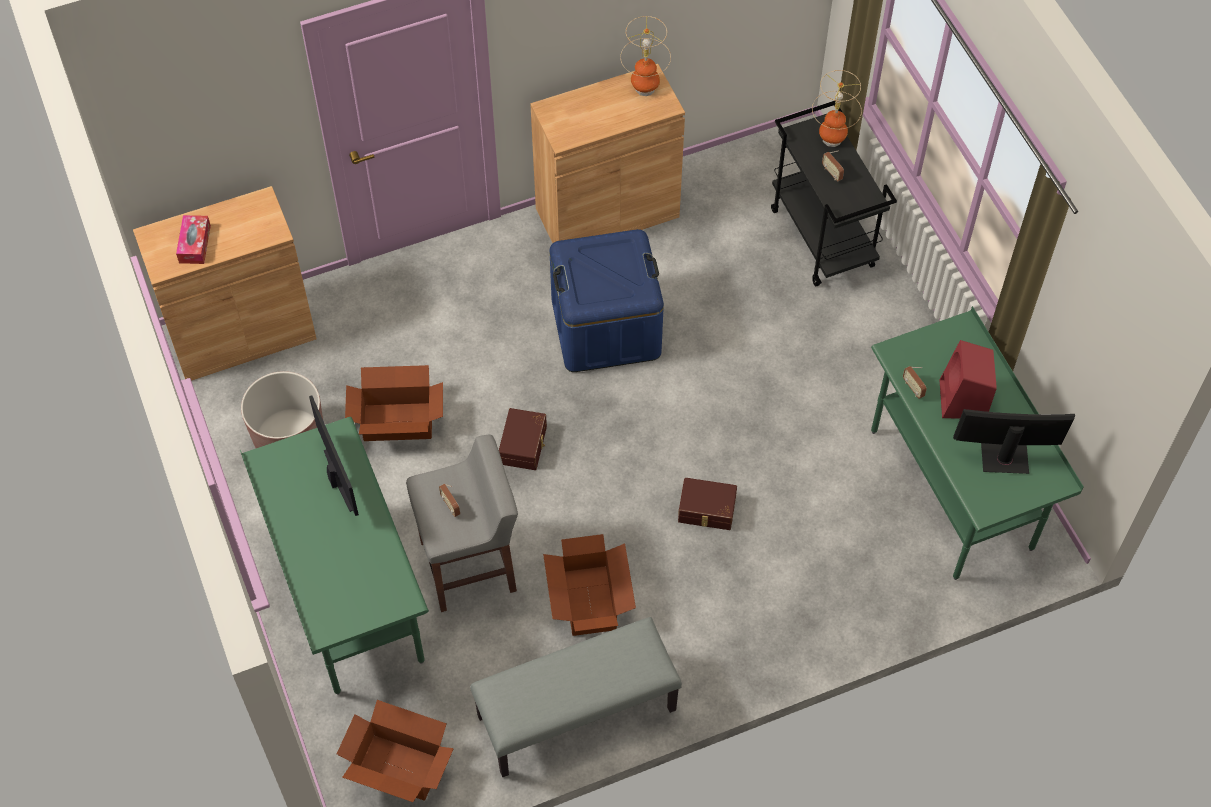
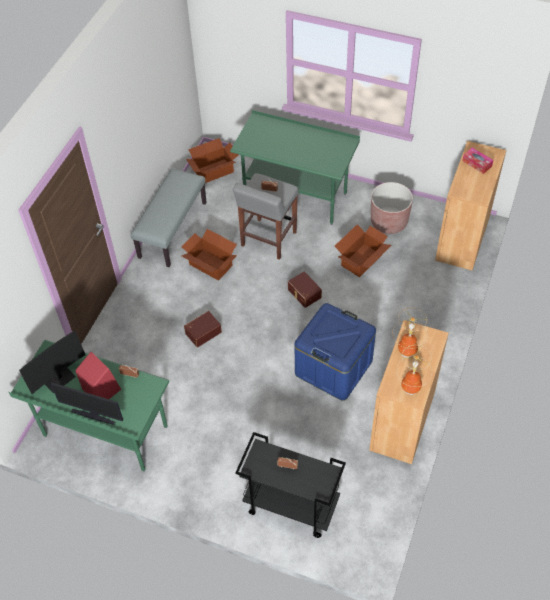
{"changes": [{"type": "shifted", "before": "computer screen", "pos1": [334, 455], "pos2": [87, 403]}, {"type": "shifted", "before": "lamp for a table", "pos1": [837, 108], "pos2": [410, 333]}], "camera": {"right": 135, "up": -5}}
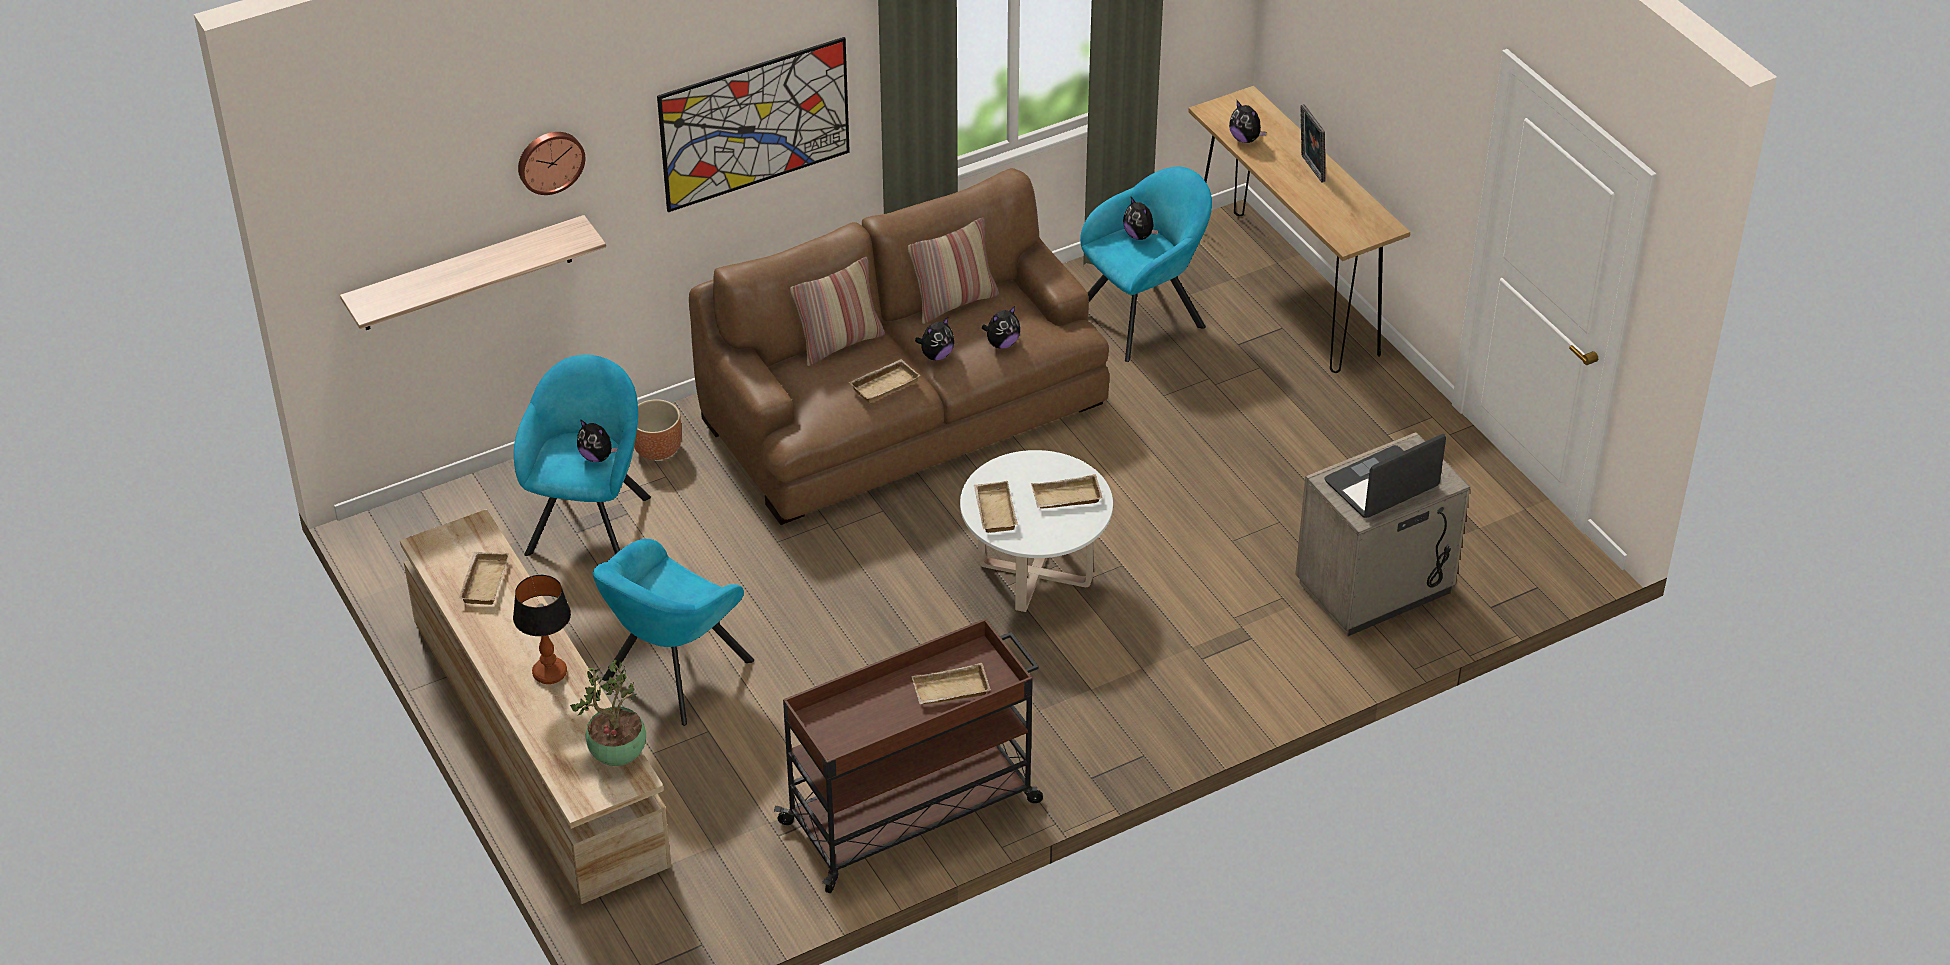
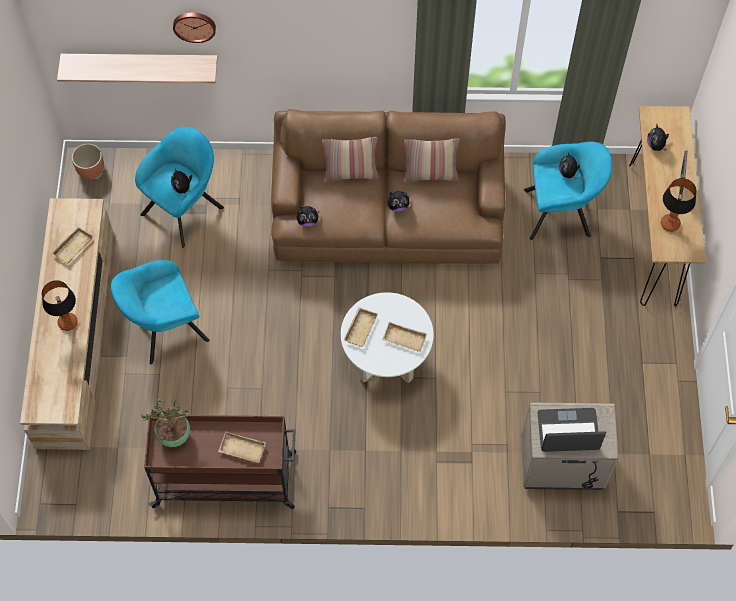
{"changes": [{"type": "shifted", "before": "planter in brownish", "pos1": [657, 429], "pos2": [88, 161]}, {"type": "shifted", "before": "plant in a pot", "pos1": [608, 713], "pos2": [166, 423]}, {"type": "shifted", "before": "plush toy", "pos1": [1001, 327], "pos2": [307, 216]}, {"type": "new", "after": "lamp for a table", "pos2": [679, 205]}, {"type": "gone", "before": "picture", "pos1": [753, 124]}, {"type": "gone", "before": "tray in beige", "pos1": [884, 381]}], "camera": {"right": 30, "up": 20}}
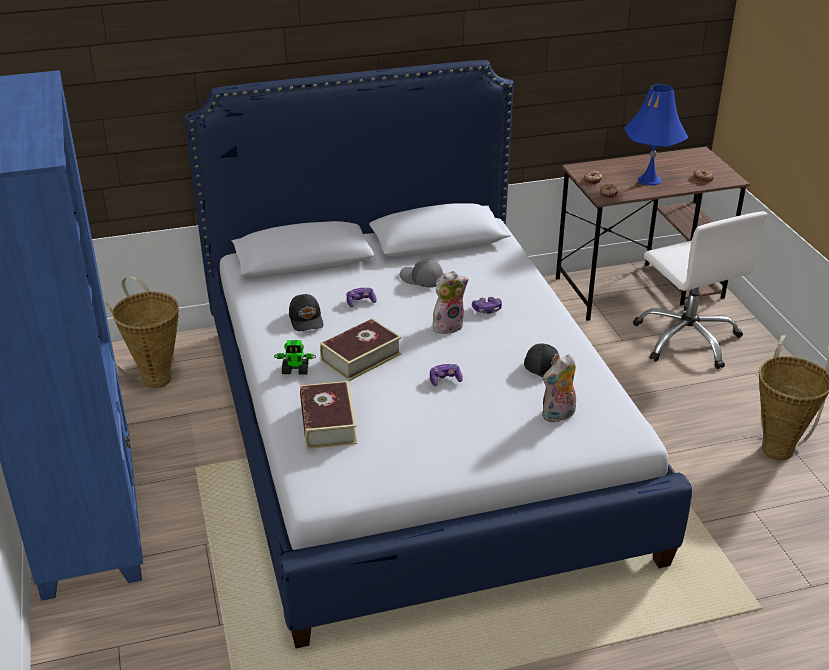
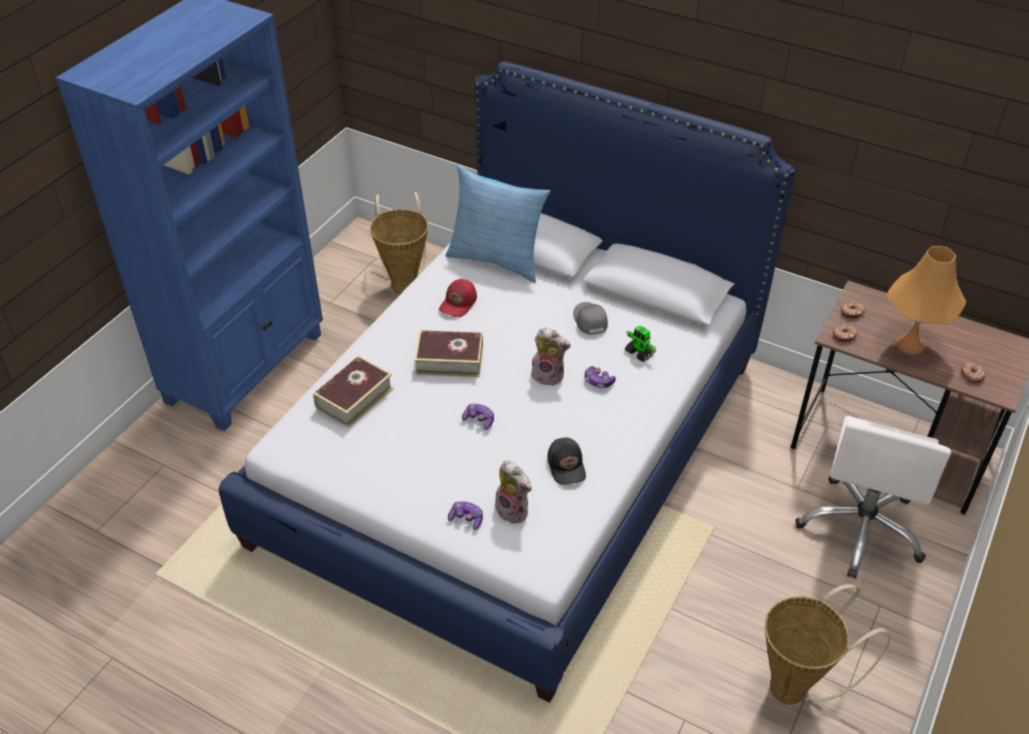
{"changes": [{"type": "repainted", "before": "cap in blackish", "after": "cap in reddish", "pos1": [306, 313], "pos2": [458, 298]}, {"type": "new", "after": "pillow", "pos2": [498, 224]}, {"type": "shifted", "before": "gamepad", "pos1": [362, 297], "pos2": [465, 515]}, {"type": "rotated", "before": "plush toy", "pos1": [559, 388], "pos2": [513, 492], "turn": -150}, {"type": "shifted", "before": "toy robot", "pos1": [295, 357], "pos2": [640, 343]}, {"type": "repainted", "before": "lamp for a table in blue", "after": "lamp for a table in orange", "pos1": [656, 135], "pos2": [926, 300]}], "camera": {"right": 45, "up": 10}}
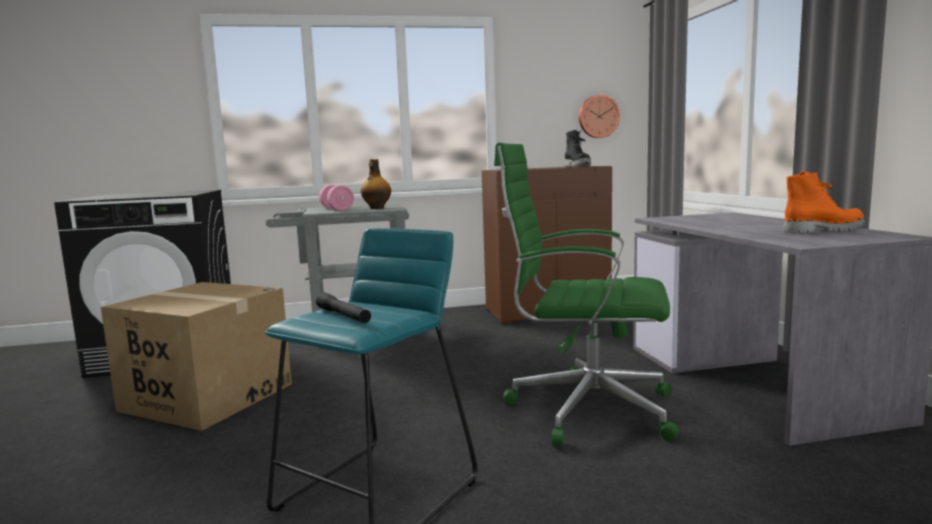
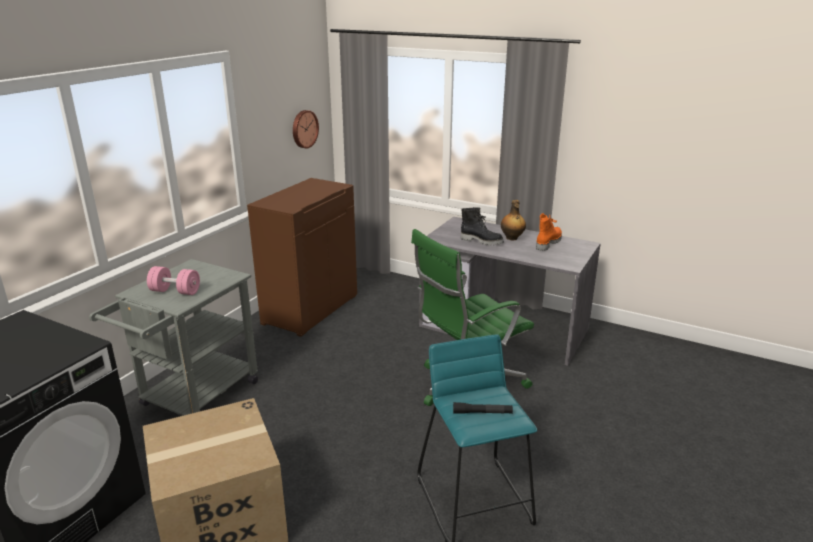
{"changes": [{"type": "shifted", "before": "tall boot in blackish", "pos1": [578, 148], "pos2": [482, 226]}, {"type": "shifted", "before": "bottle", "pos1": [375, 184], "pos2": [513, 220]}], "camera": {"right": -50, "up": 15}}
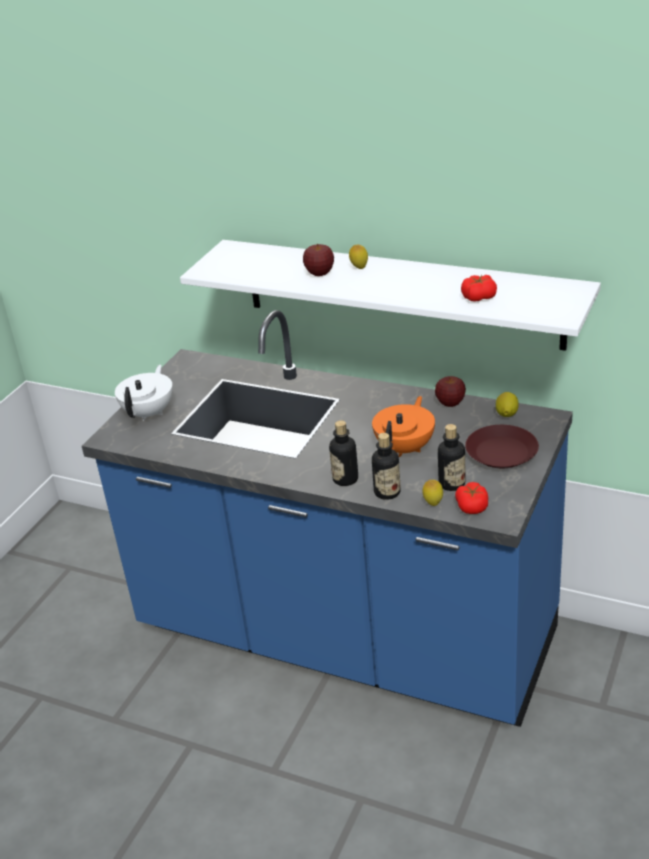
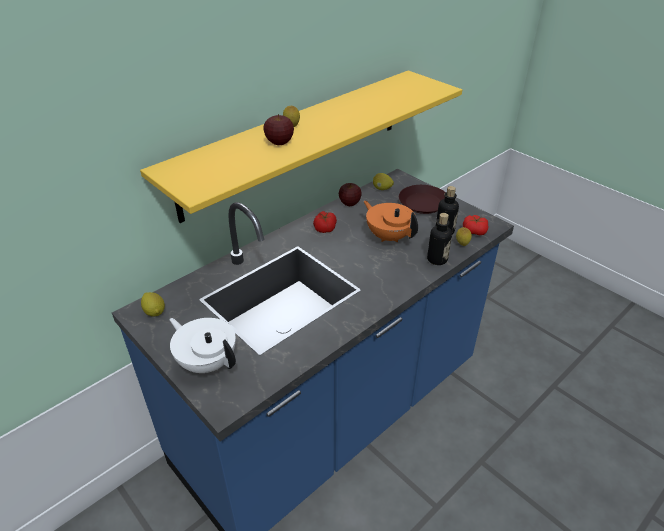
{"changes": [{"type": "repainted", "before": "wall shelf in white-coloured", "after": "wall shelf in yellow", "pos1": [390, 295], "pos2": [301, 146]}, {"type": "new", "after": "whole lemon", "pos2": [153, 304]}, {"type": "shifted", "before": "tomato", "pos1": [479, 288], "pos2": [325, 222]}, {"type": "gone", "before": "bottle", "pos1": [343, 453]}], "camera": {"right": -70, "up": 5}}
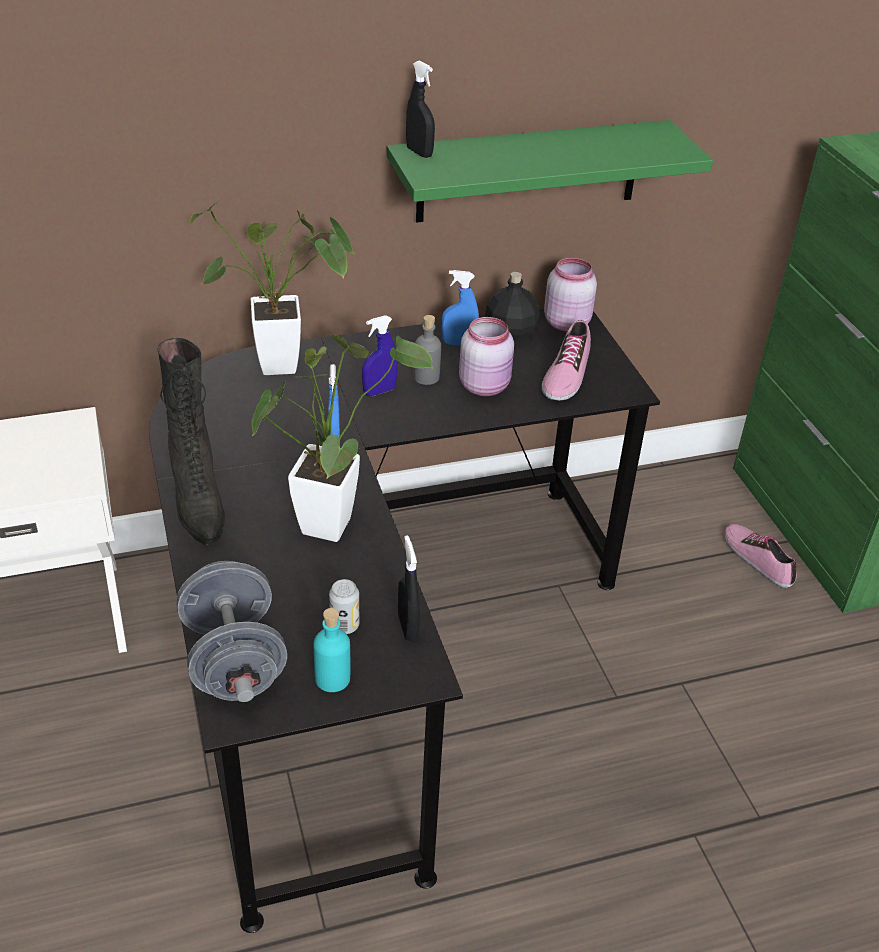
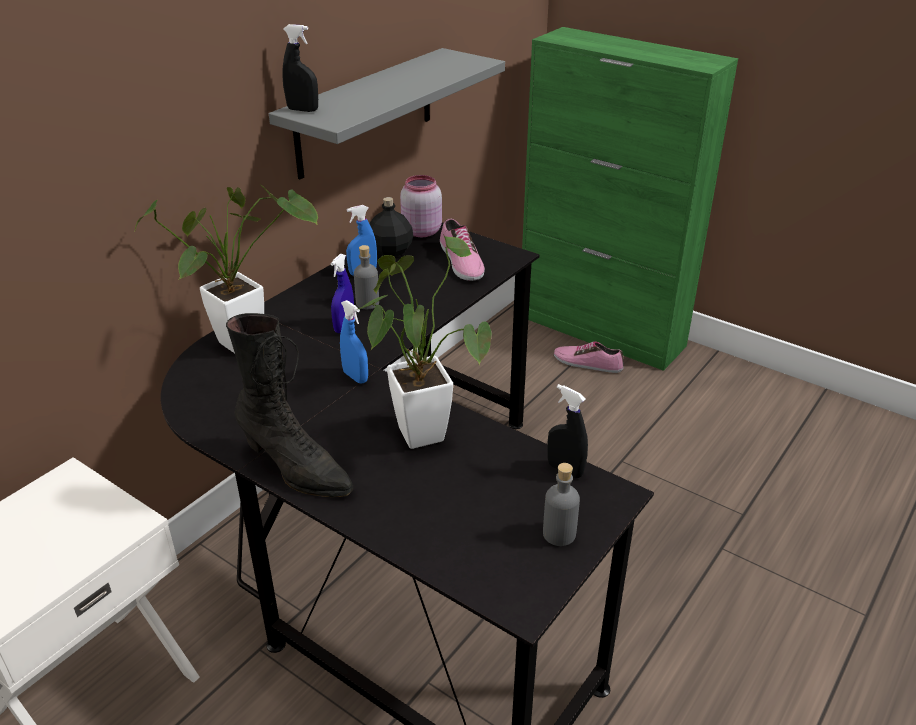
{"changes": [{"type": "repainted", "before": "wall shelf in green", "after": "wall shelf in greyish", "pos1": [550, 171], "pos2": [387, 113]}, {"type": "repainted", "before": "bottle in blue-green", "after": "bottle in greyish", "pos1": [332, 650], "pos2": [561, 504]}, {"type": "gone", "before": "dumbbell in greyish", "pos1": [232, 631]}, {"type": "gone", "before": "can", "pos1": [344, 606]}, {"type": "gone", "before": "jar in pink", "pos1": [486, 356]}], "camera": {"right": -35, "up": -5}}
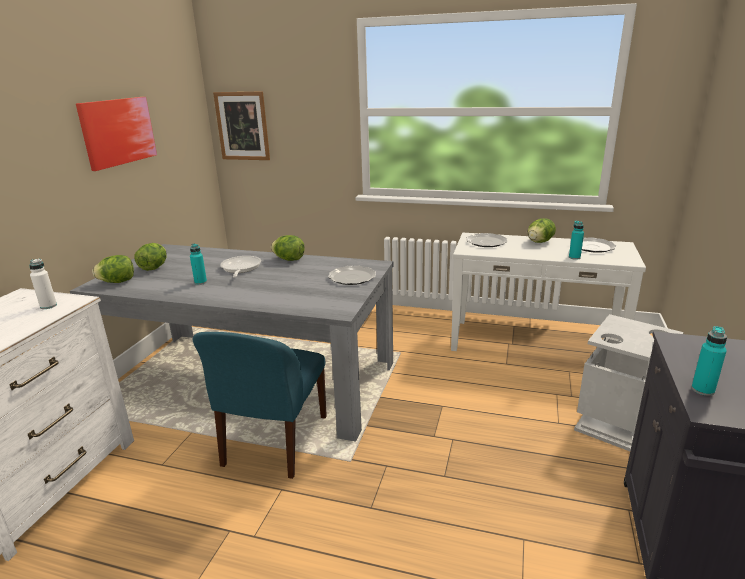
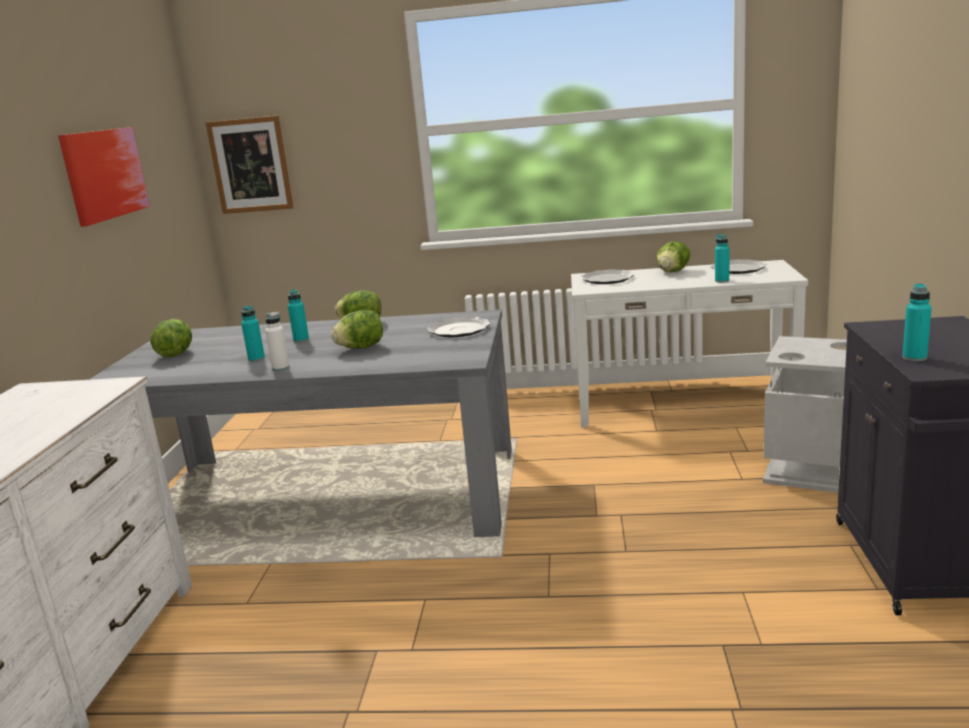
{"changes": [{"type": "shifted", "before": "bottle in white-coloured", "pos1": [43, 284], "pos2": [277, 341]}, {"type": "swapped", "before": "skillet", "after": "bottle in blue-green", "pos1": [240, 266], "pos2": [298, 316]}, {"type": "shifted", "before": "head of lettuce", "pos1": [113, 269], "pos2": [357, 329]}, {"type": "gone", "before": "plain chair in blue", "pos1": [260, 405]}], "camera": {"right": -10, "up": -5}}
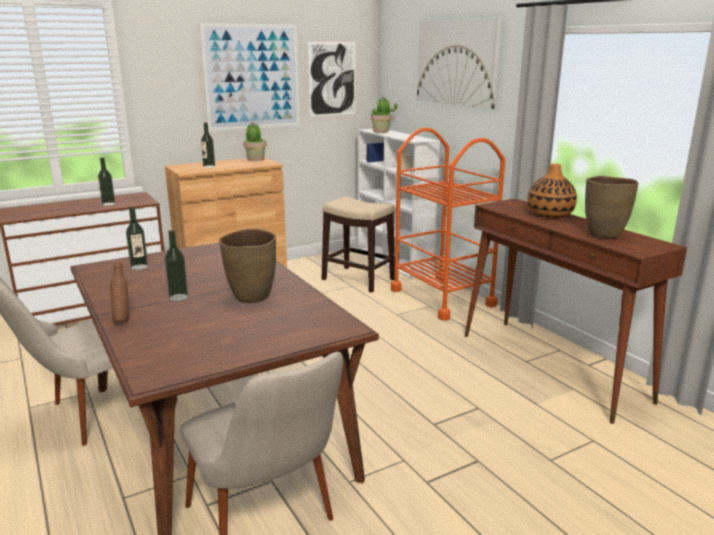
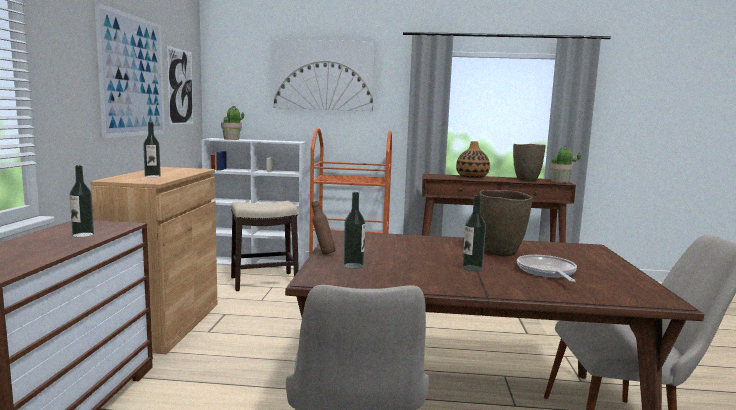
{"changes": [{"type": "shifted", "before": "bottle in brownish", "pos1": [119, 292], "pos2": [324, 228]}, {"type": "new", "after": "skillet", "pos2": [547, 268]}, {"type": "shifted", "before": "plant in a pot", "pos1": [255, 141], "pos2": [565, 164]}], "camera": {"right": -55, "up": -10}}
